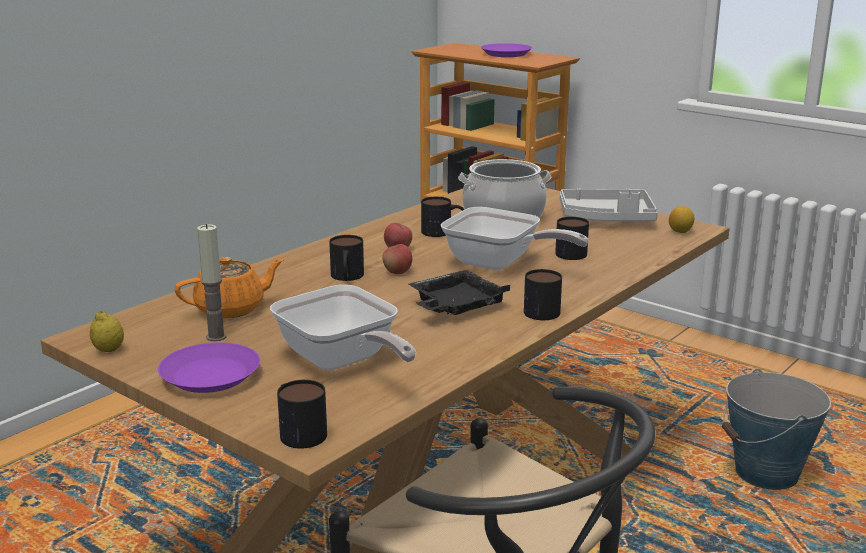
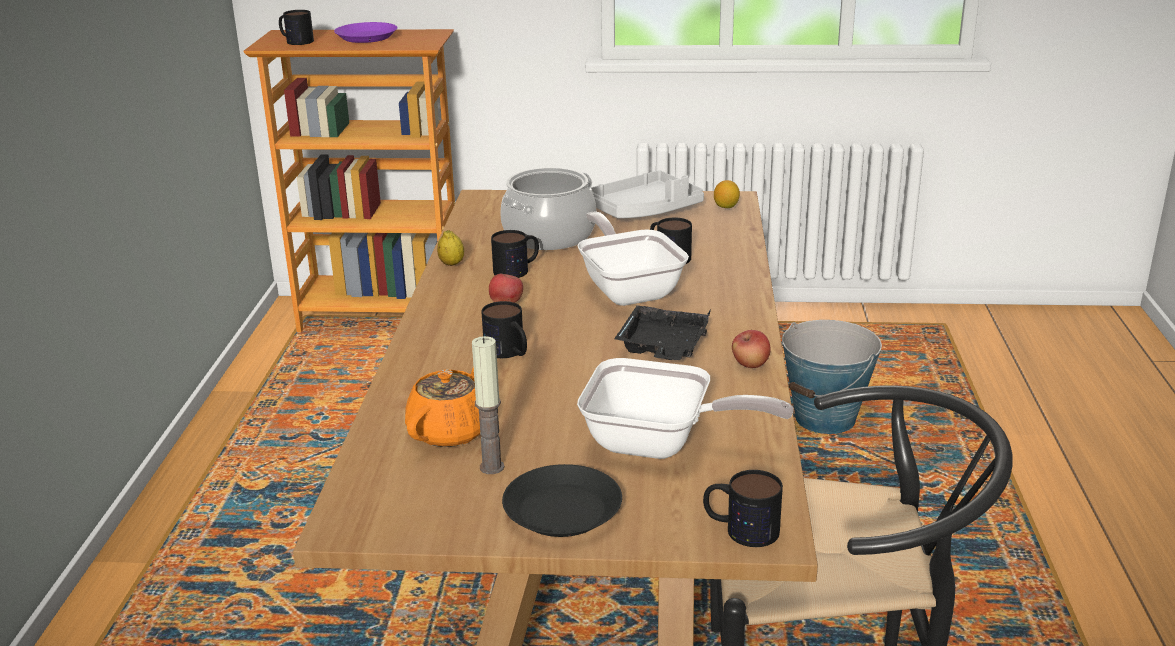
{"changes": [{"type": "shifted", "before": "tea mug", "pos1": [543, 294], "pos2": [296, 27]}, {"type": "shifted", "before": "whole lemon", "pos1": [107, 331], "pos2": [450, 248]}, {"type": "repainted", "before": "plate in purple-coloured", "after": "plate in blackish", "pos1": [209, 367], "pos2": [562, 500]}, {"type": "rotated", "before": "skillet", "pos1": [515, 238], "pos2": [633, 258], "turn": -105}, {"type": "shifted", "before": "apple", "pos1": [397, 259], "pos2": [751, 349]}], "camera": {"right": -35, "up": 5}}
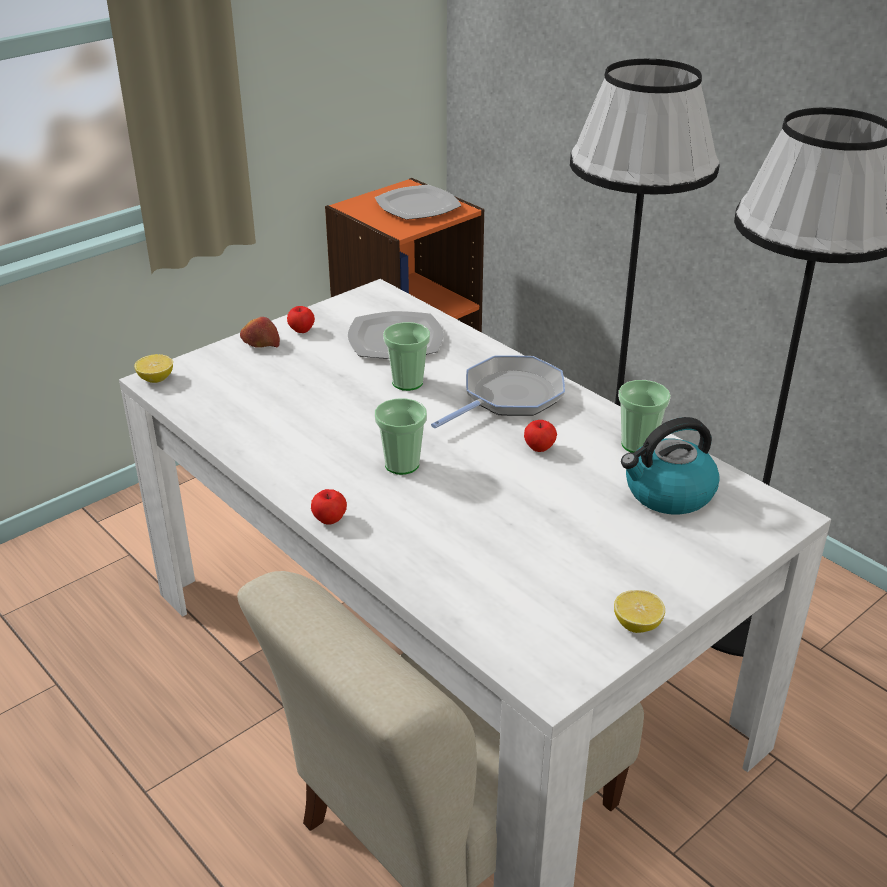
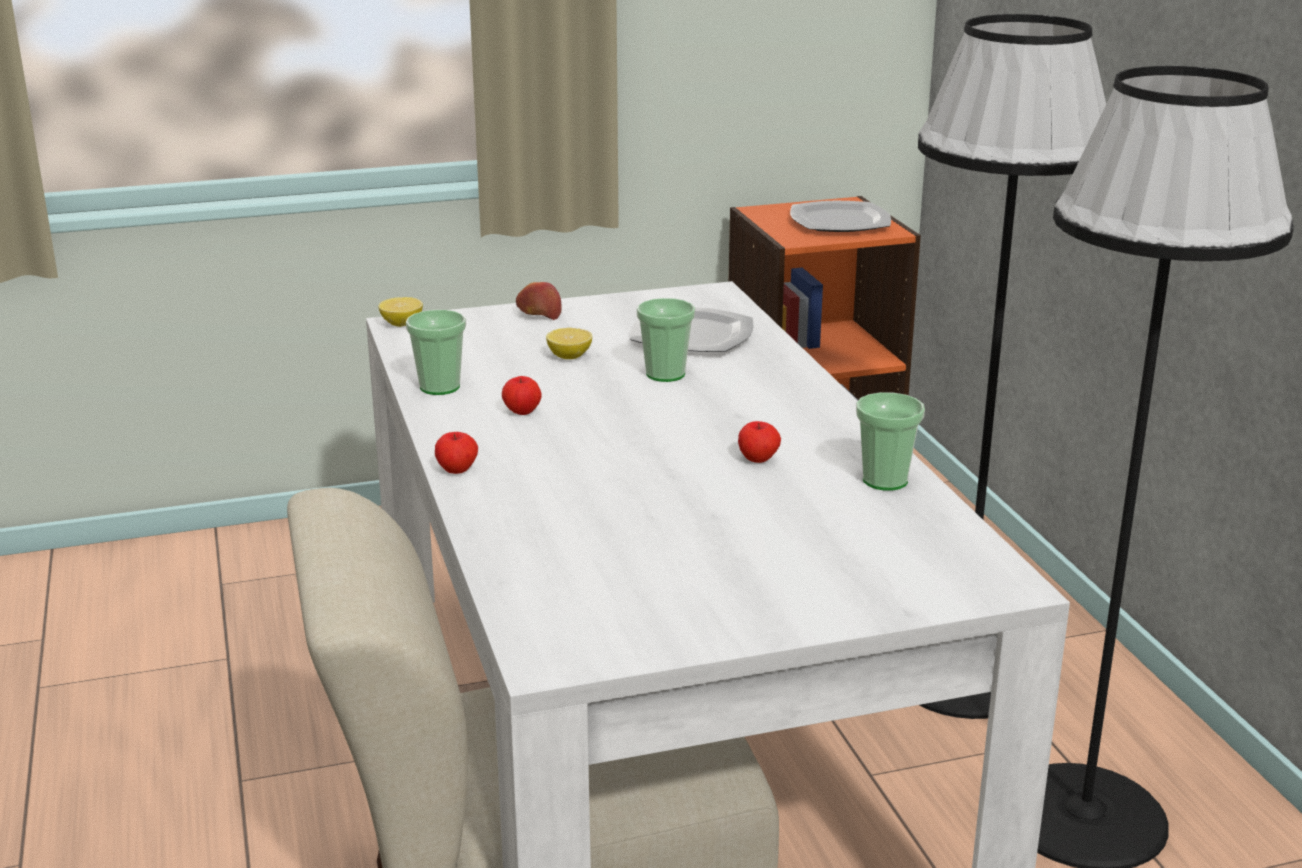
{"changes": [{"type": "shifted", "before": "drinking cup", "pos1": [401, 436], "pos2": [436, 352]}, {"type": "shifted", "before": "apple", "pos1": [301, 319], "pos2": [522, 395]}, {"type": "shifted", "before": "whole lemon", "pos1": [639, 611], "pos2": [569, 343]}, {"type": "gone", "before": "skillet", "pos1": [498, 391]}, {"type": "gone", "before": "tea kettle", "pos1": [670, 466]}], "camera": {"right": 25, "up": -10}}
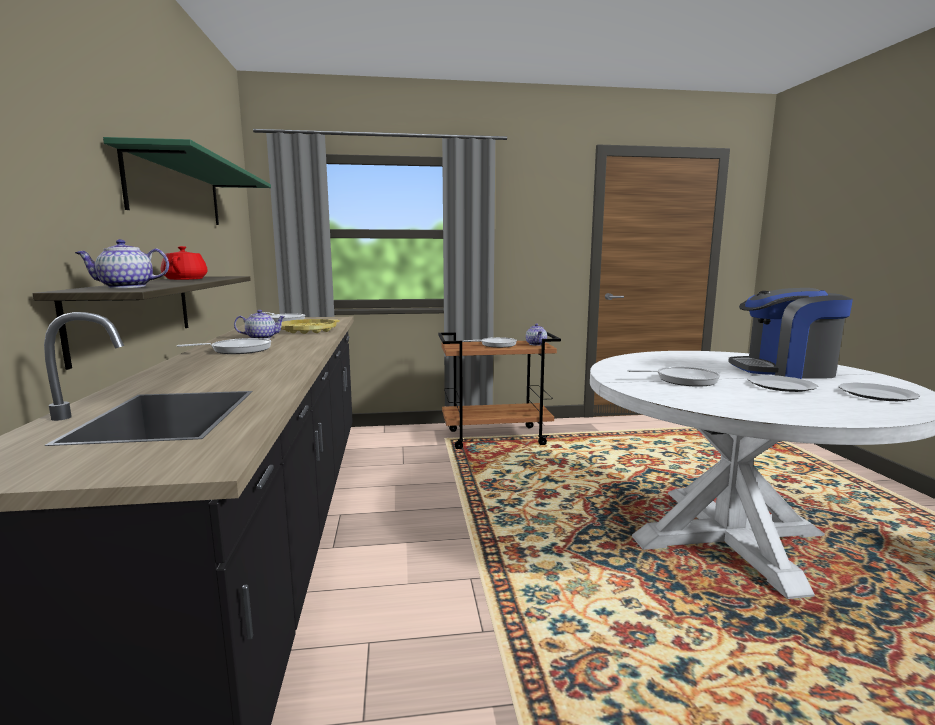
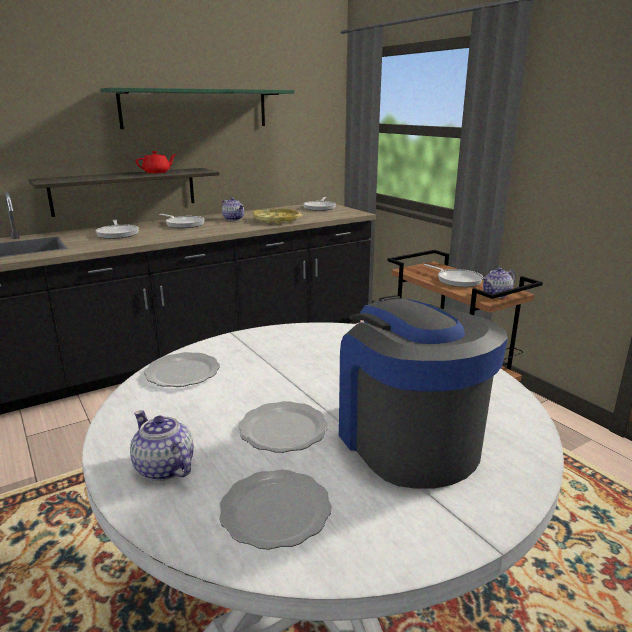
{"changes": [{"type": "shifted", "before": "skillet", "pos1": [674, 377], "pos2": [117, 229]}, {"type": "shifted", "before": "teapot", "pos1": [122, 263], "pos2": [162, 446]}, {"type": "new", "after": "plate", "pos2": [182, 369]}], "camera": {"right": 65, "up": 10}}
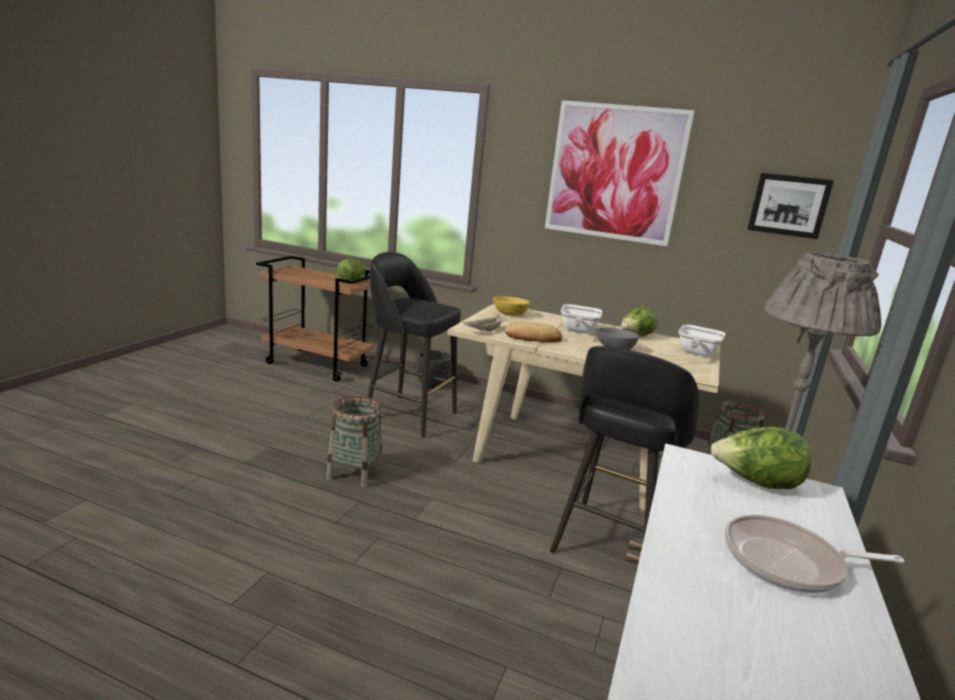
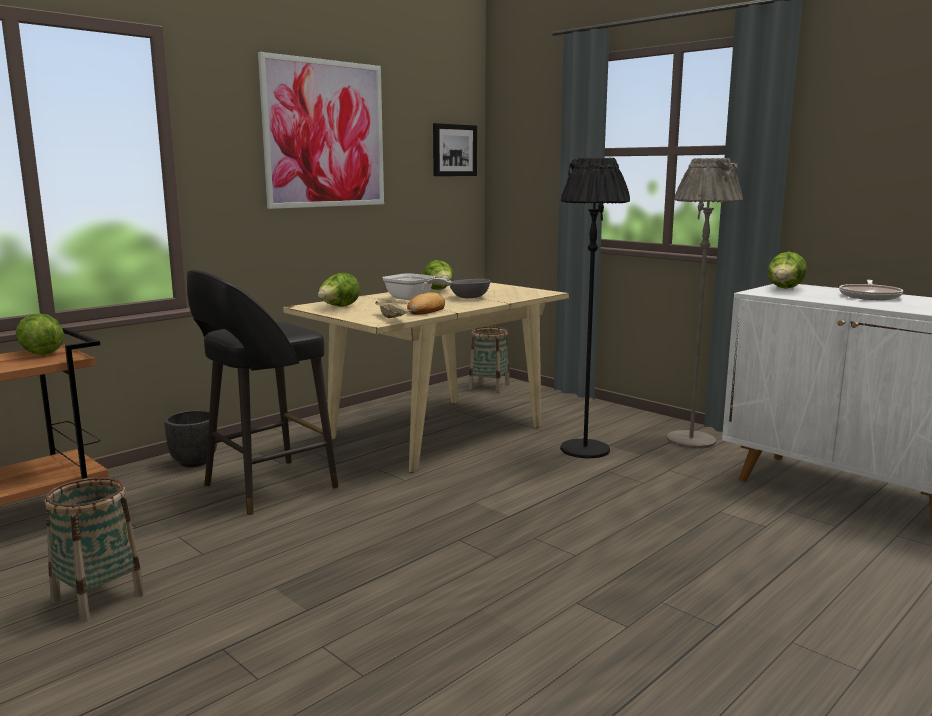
{"changes": [{"type": "shifted", "before": "household basket", "pos1": [354, 442], "pos2": [95, 549]}, {"type": "swapped", "before": "deep dish in yellow", "after": "head of lettuce", "pos1": [511, 306], "pos2": [339, 290]}, {"type": "swapped", "before": "sitting stool in blackish", "after": "standing lamp in blackish", "pos1": [624, 449], "pos2": [595, 308]}, {"type": "gone", "before": "skillet", "pos1": [702, 340]}], "camera": {"right": -65, "up": -5}}
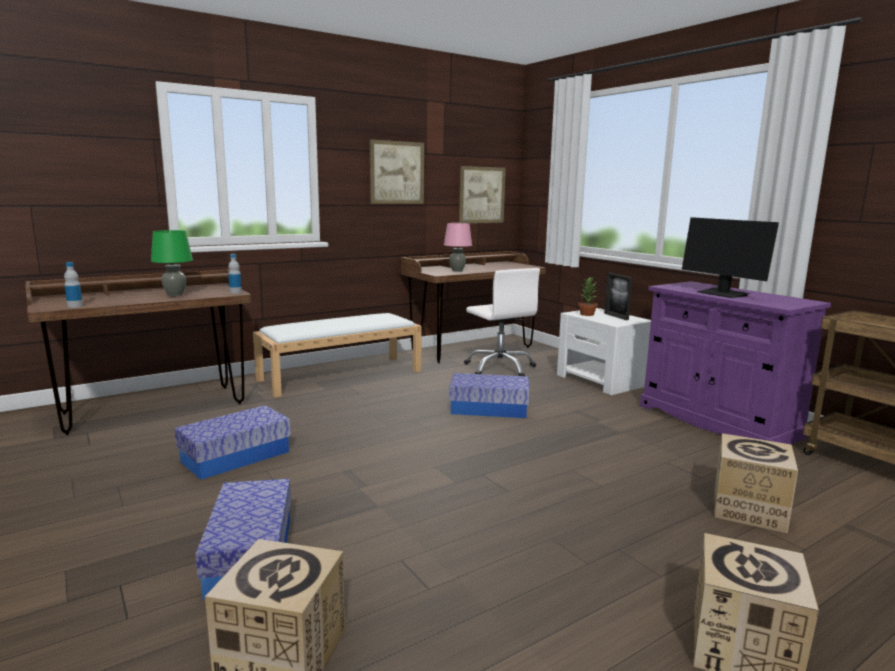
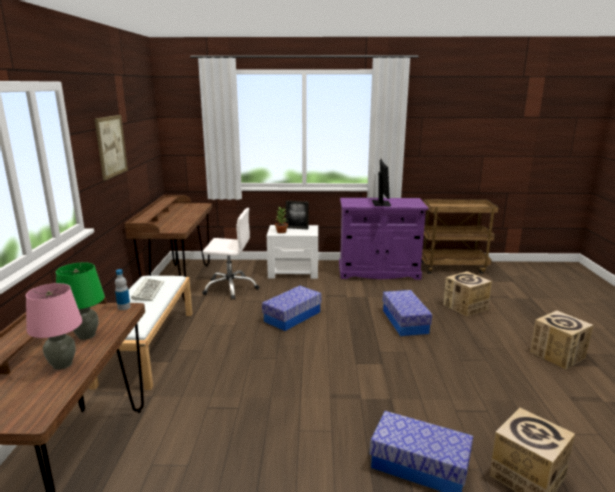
{"changes": [{"type": "shifted", "before": "lamp for a table in pink", "pos1": [458, 247], "pos2": [54, 326]}, {"type": "new", "after": "PC keyboard", "pos2": [147, 289]}, {"type": "rotated", "before": "computer screen", "pos1": [730, 257], "pos2": [381, 182], "turn": -90}, {"type": "shifted", "before": "storage bin", "pos1": [233, 442], "pos2": [407, 313]}, {"type": "gone", "before": "bottle", "pos1": [73, 285]}, {"type": "gone", "before": "picture", "pos1": [482, 194]}], "camera": {"right": -55, "up": 5}}
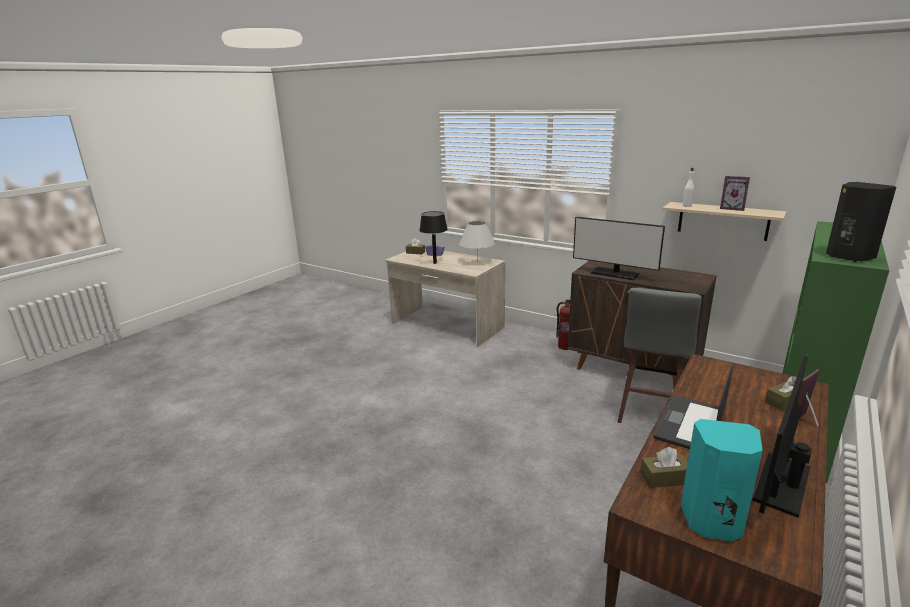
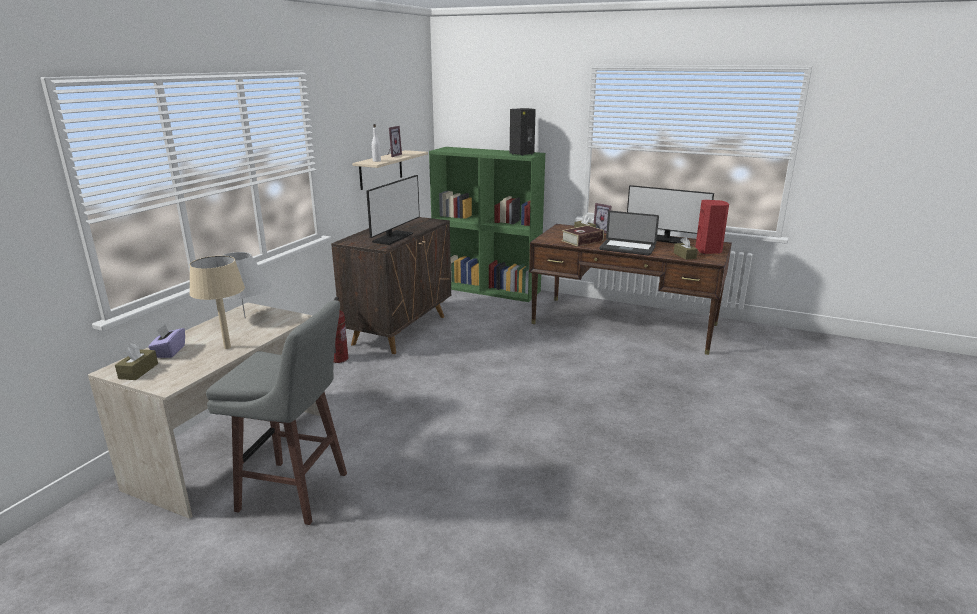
{"changes": [{"type": "repainted", "before": "lamp for a table in blackish", "after": "lamp for a table in beige", "pos1": [433, 237], "pos2": [217, 302]}, {"type": "shifted", "before": "sitting stool in greyish", "pos1": [659, 355], "pos2": [276, 412]}, {"type": "new", "after": "bound book", "pos2": [582, 235]}, {"type": "repainted", "before": "speaker in blue-green", "after": "speaker in reddish", "pos1": [722, 480], "pos2": [712, 227]}], "camera": {"right": -100, "up": 0}}
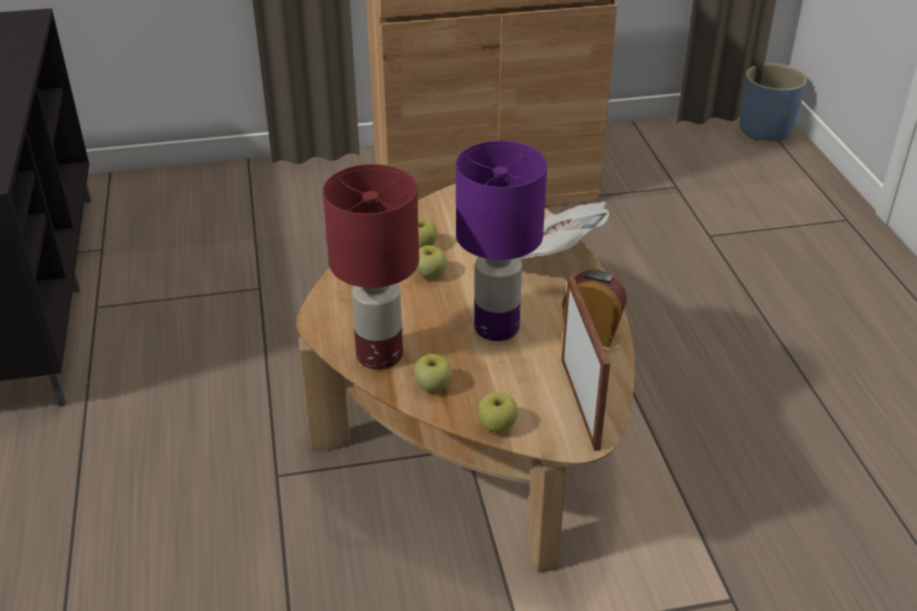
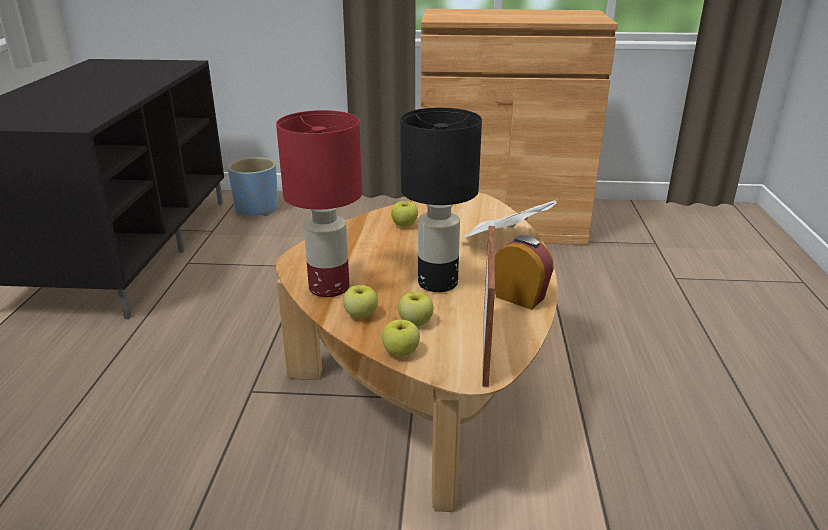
{"changes": [{"type": "shifted", "before": "planter in blue", "pos1": [773, 102], "pos2": [252, 186]}, {"type": "shifted", "before": "apple", "pos1": [431, 261], "pos2": [415, 309]}, {"type": "repainted", "before": "lamp for a table in purple-coloured", "after": "lamp for a table in blackish", "pos1": [501, 241], "pos2": [441, 200]}], "camera": {"right": 15, "up": -10}}
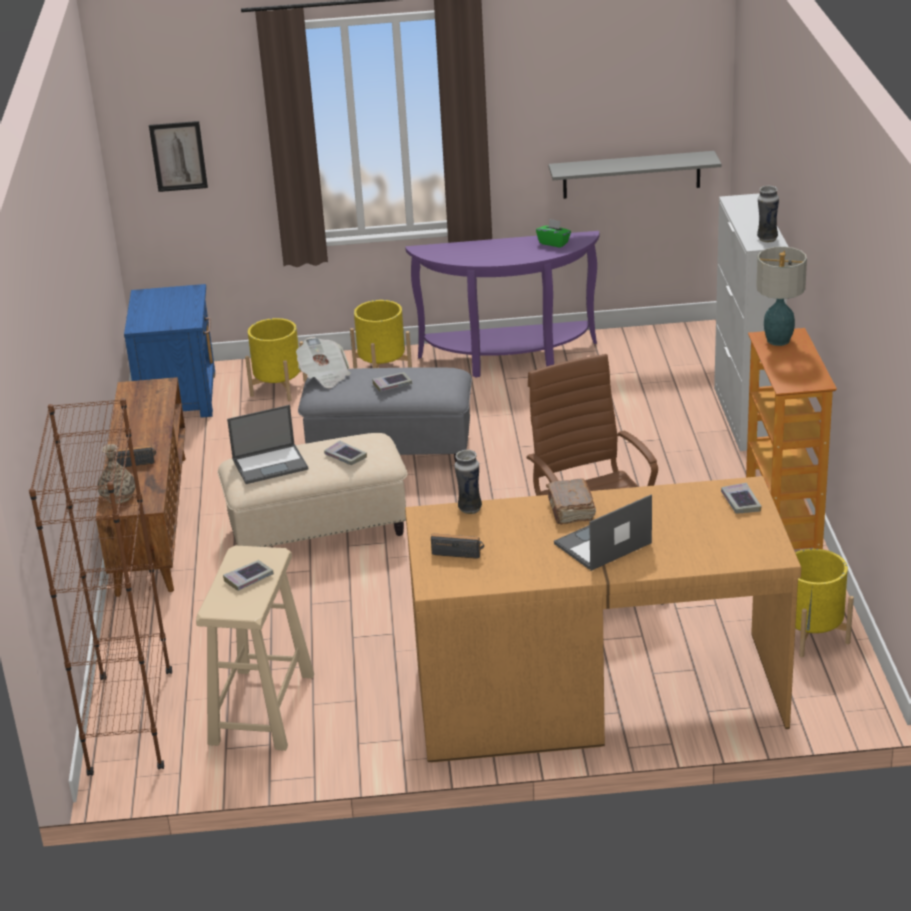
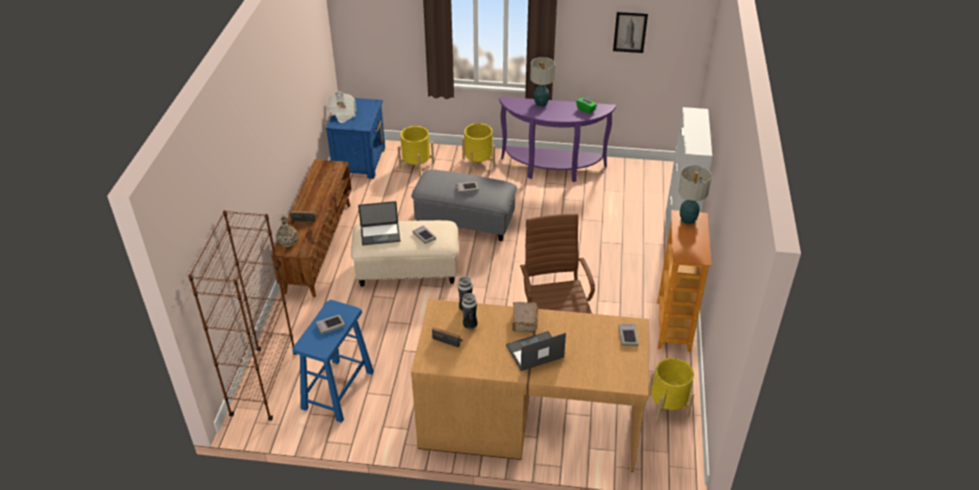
{"changes": [{"type": "repainted", "before": "sitting stool in beige", "after": "sitting stool in blue", "pos1": [255, 648], "pos2": [333, 361]}, {"type": "shifted", "before": "newspaper", "pos1": [323, 362], "pos2": [341, 107]}, {"type": "shifted", "before": "vase", "pos1": [768, 214], "pos2": [470, 311]}, {"type": "new", "after": "lamp for a table", "pos2": [542, 82]}, {"type": "shifted", "before": "picture", "pos1": [178, 156], "pos2": [630, 32]}, {"type": "gone", "before": "wall shelf in greyish", "pos1": [634, 175]}], "camera": {"right": 10, "up": 10}}
